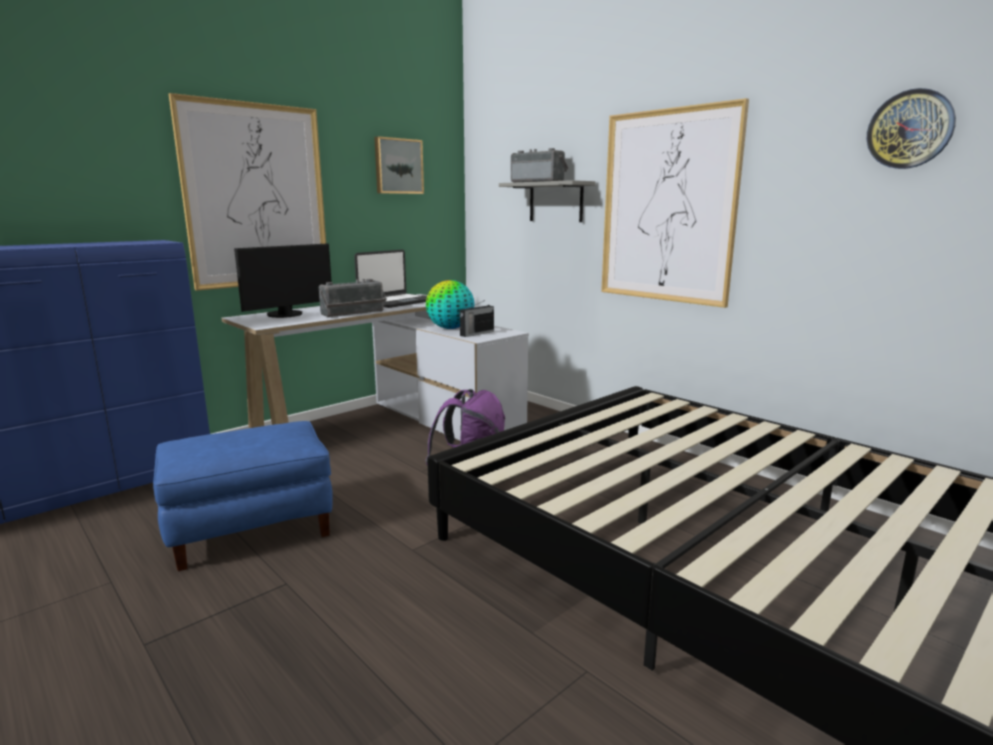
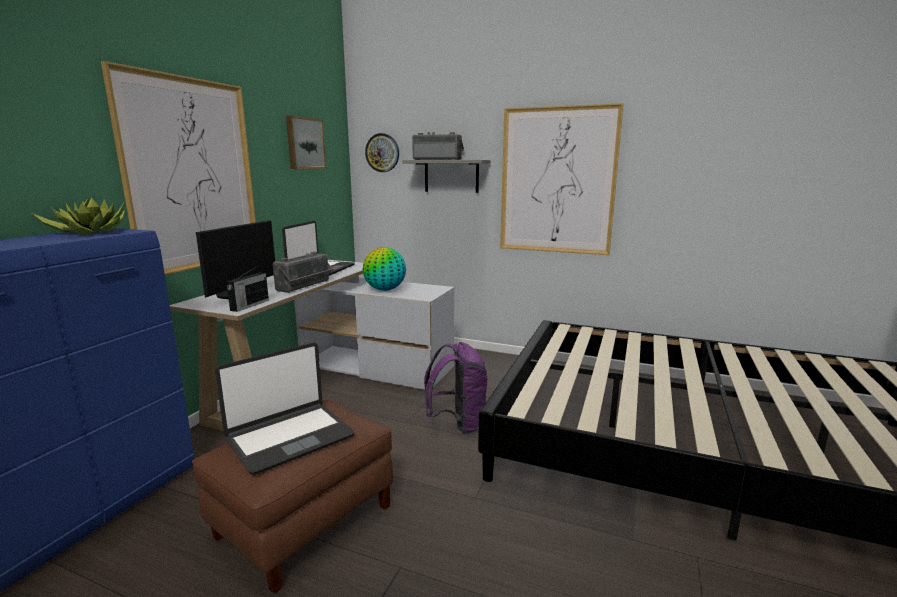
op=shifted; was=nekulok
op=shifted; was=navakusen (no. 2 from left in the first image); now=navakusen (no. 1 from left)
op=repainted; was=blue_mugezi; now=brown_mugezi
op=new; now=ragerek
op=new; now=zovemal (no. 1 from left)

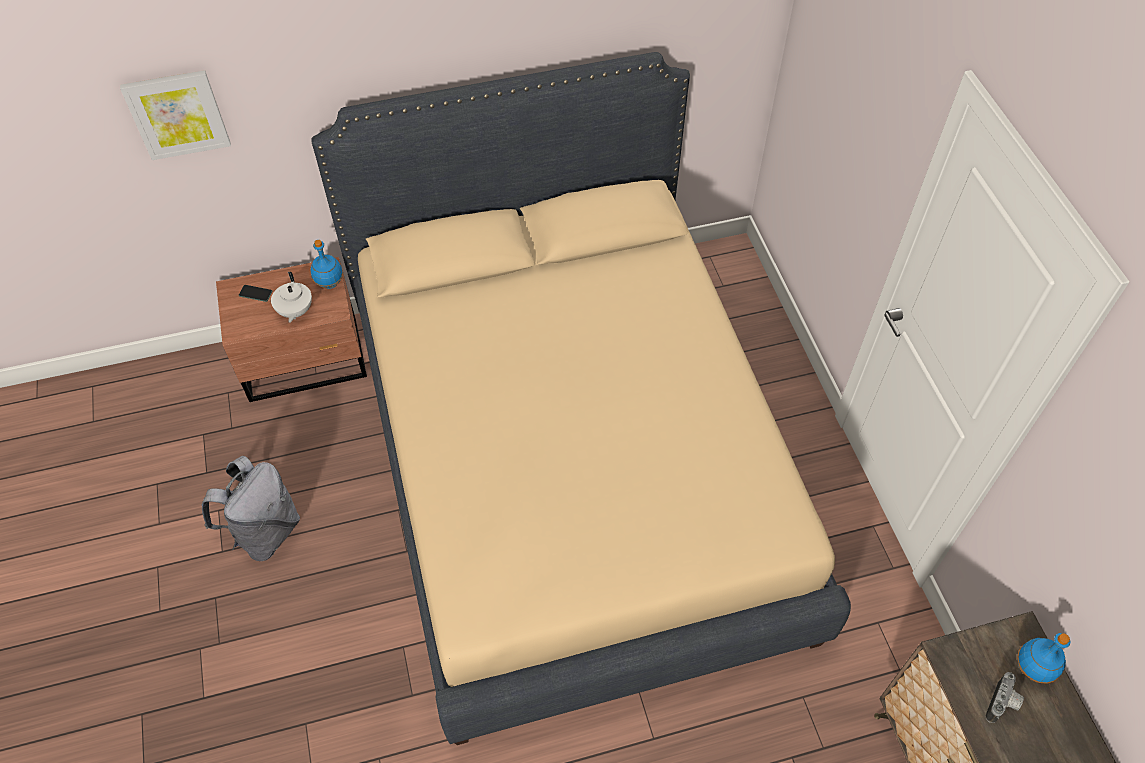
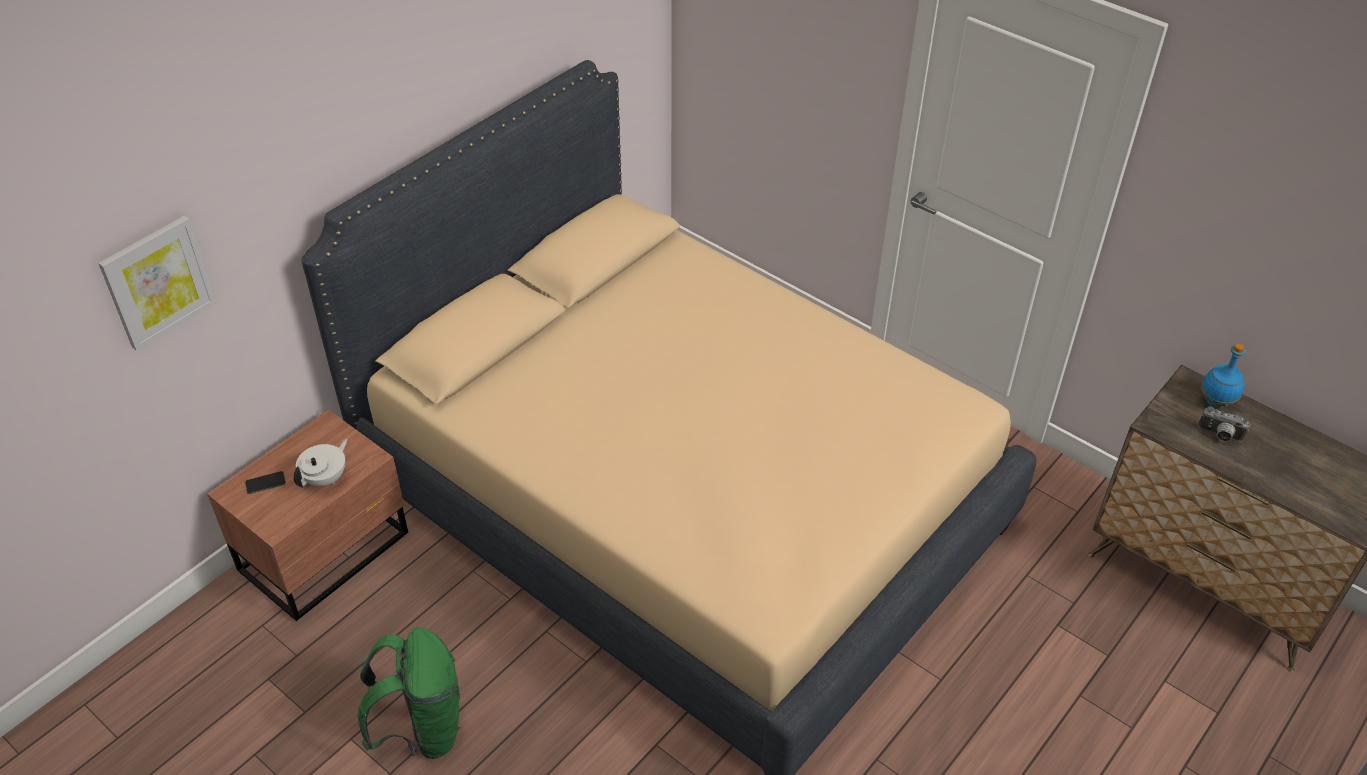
op=gone; was=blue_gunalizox (no. 1 from left)
op=rotated; was=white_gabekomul; clockwise=-105
op=repainted; was=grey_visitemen; now=green_visitemen
op=rotated; was=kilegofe; clockwise=120

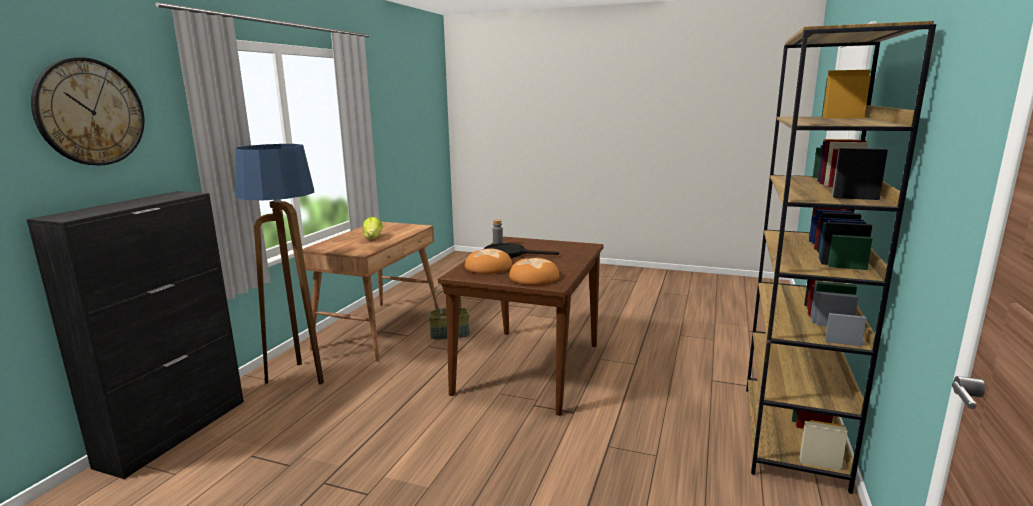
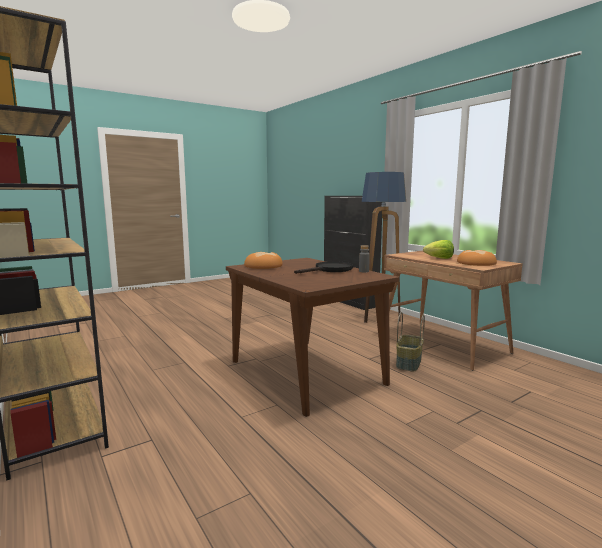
op=gone; was=nekulok
op=shifted; was=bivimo (no. 1 from left in the first image); now=bivimo (no. 2 from left)

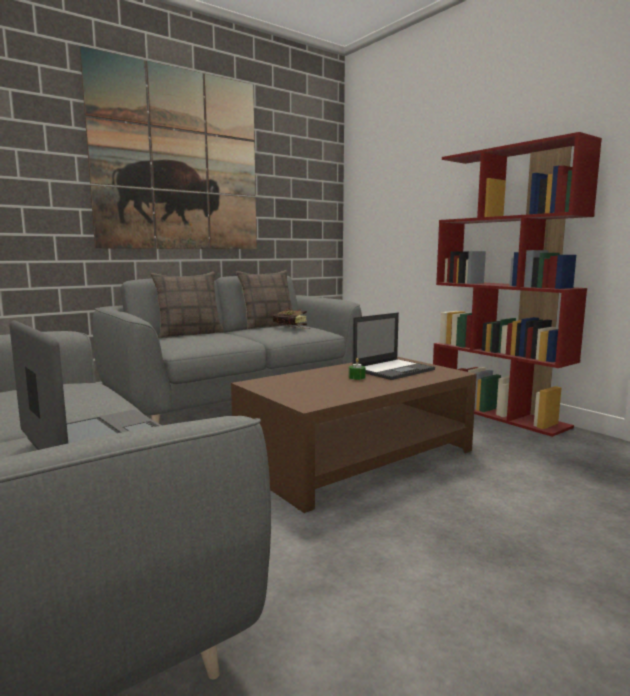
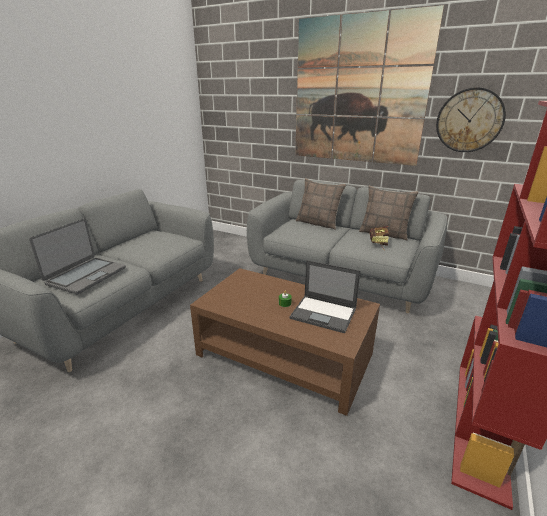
op=new; now=nekulok

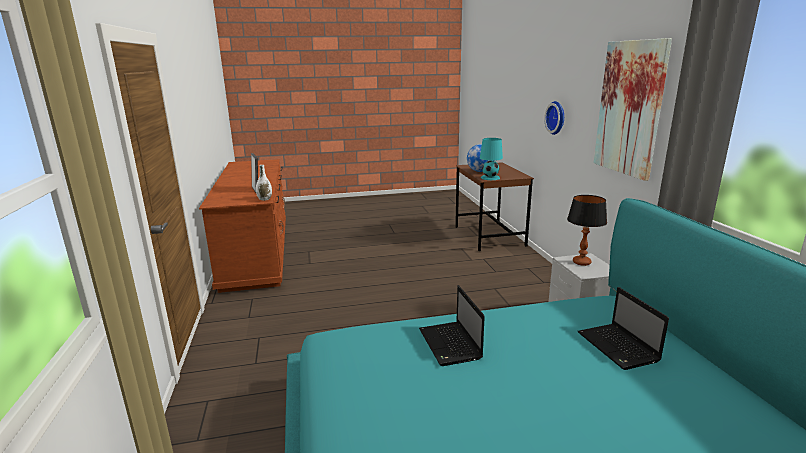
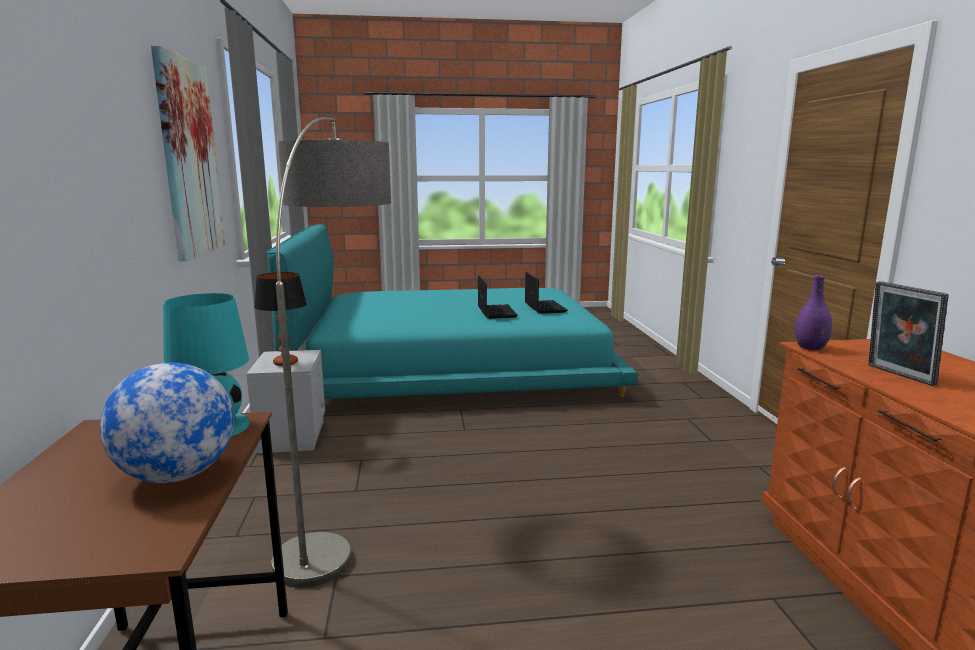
op=gone; was=nekulok
op=repainted; was=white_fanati; now=purple_fanati
op=shifted; was=zovemal (no. 2 from left)
op=new; now=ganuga

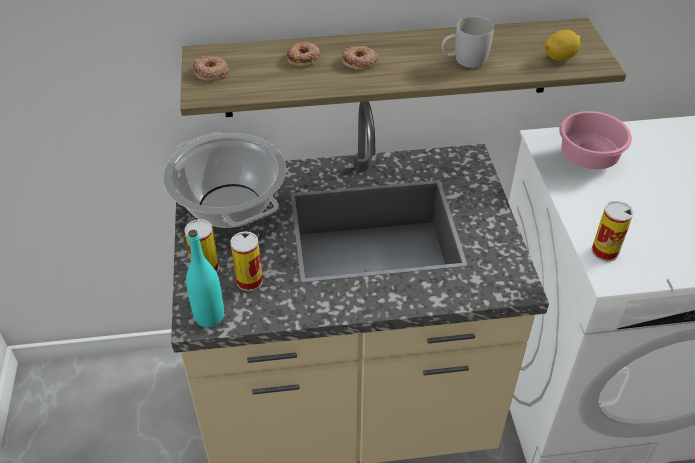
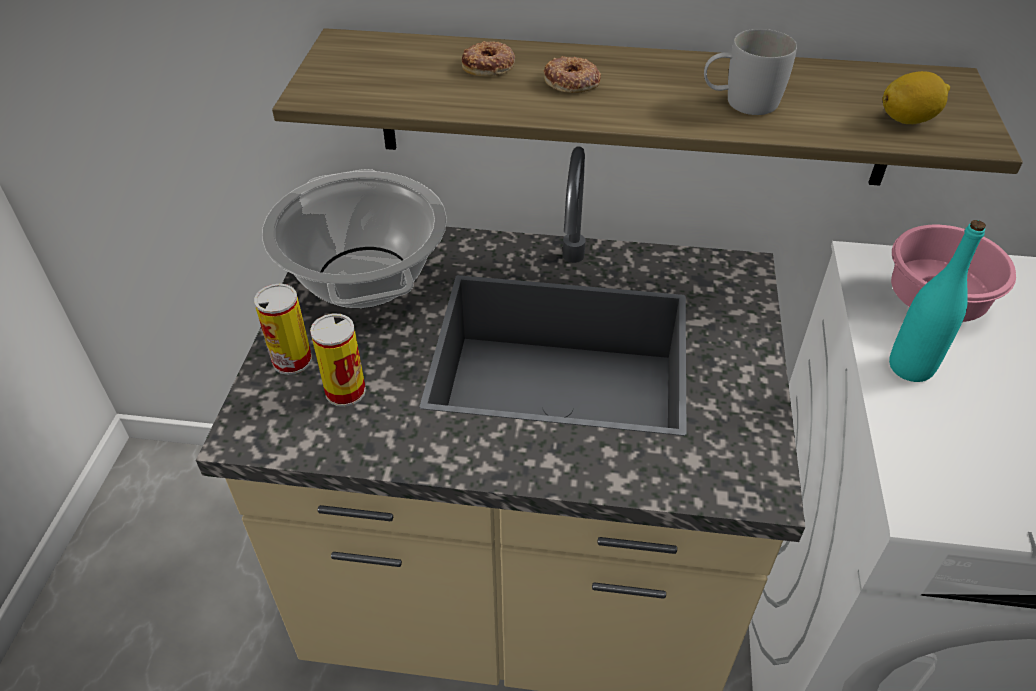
op=gone; was=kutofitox (no. 1 from left)
op=gone; was=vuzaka (no. 3 from left)
op=shifted; was=turquoise_gunalizox

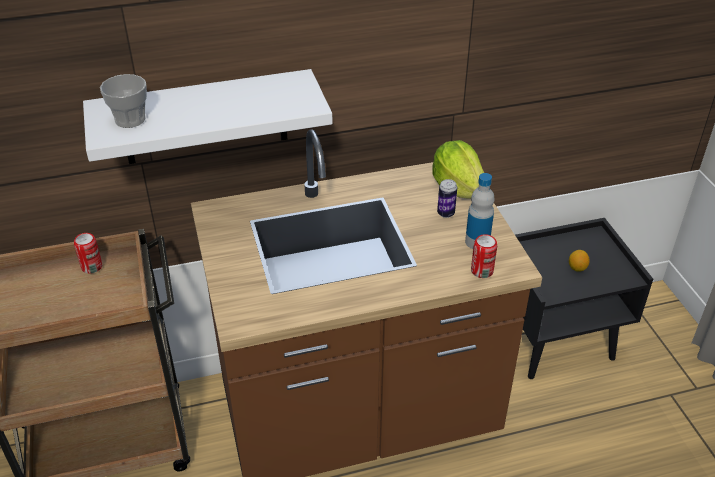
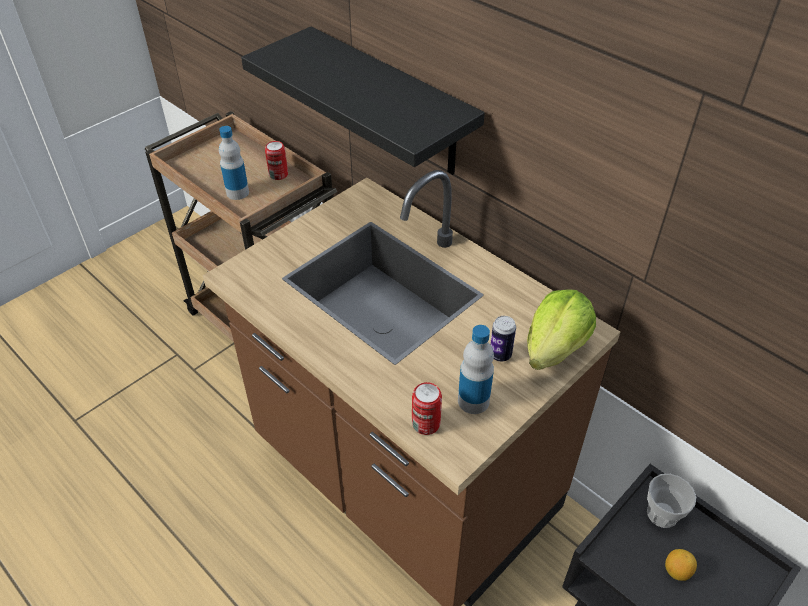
op=repainted; was=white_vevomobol; now=black_vevomobol
op=shifted; was=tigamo
op=new; now=gunalizox (no. 1 from left)

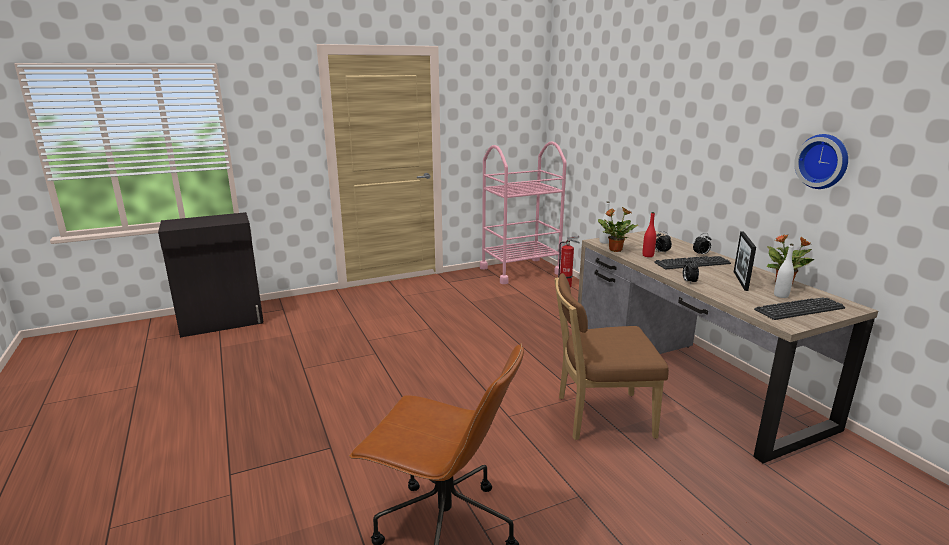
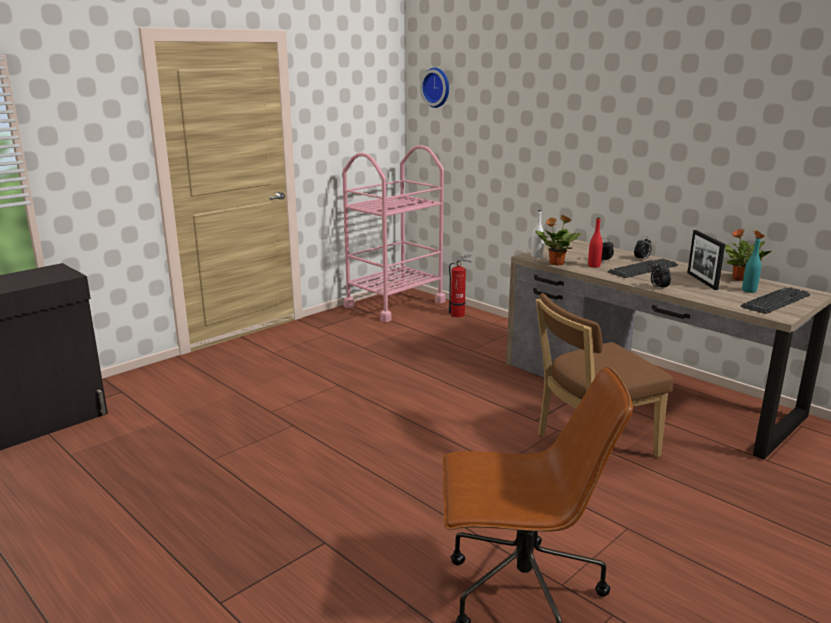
op=shifted; was=nekulok
op=repainted; was=white_gunalizox (no. 2 from left); now=turquoise_gunalizox

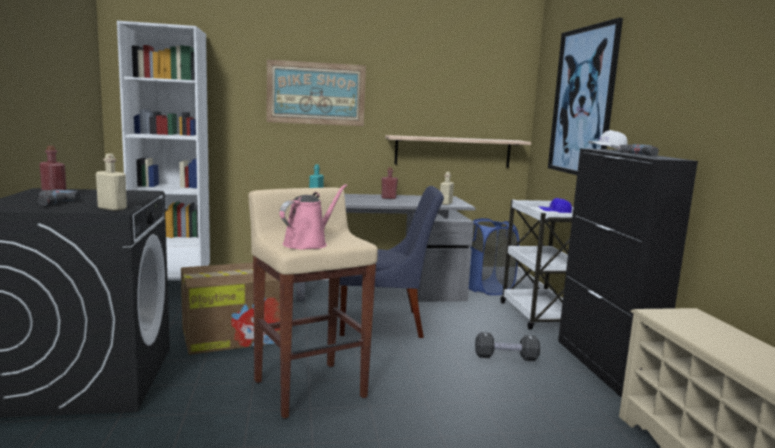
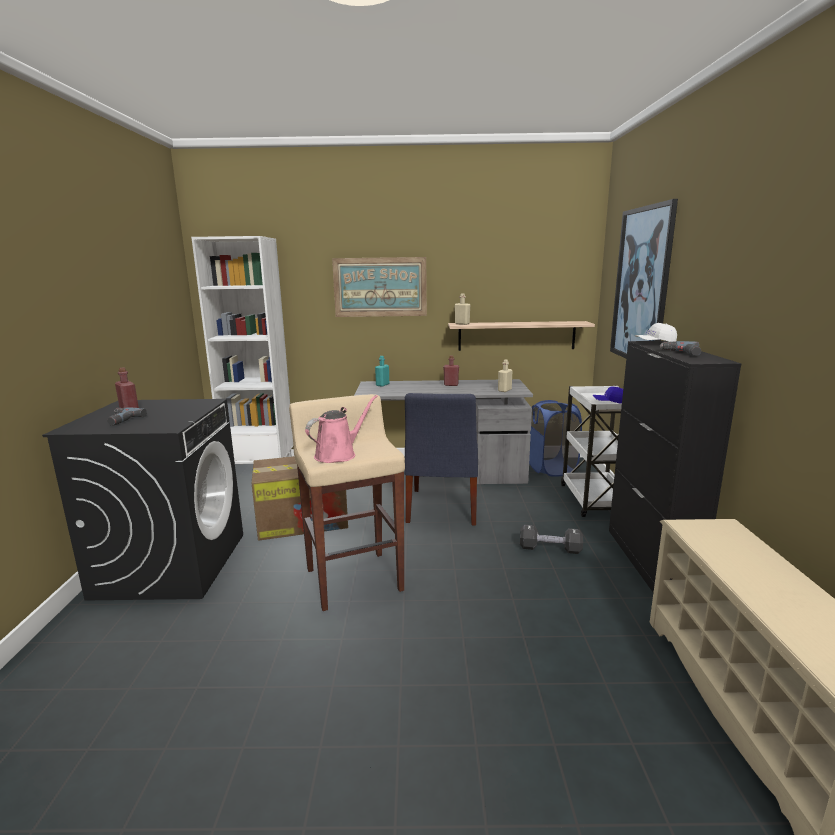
op=shifted; was=beige_gunalizox (no. 1 from left)
op=rotated; was=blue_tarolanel; clockwise=90

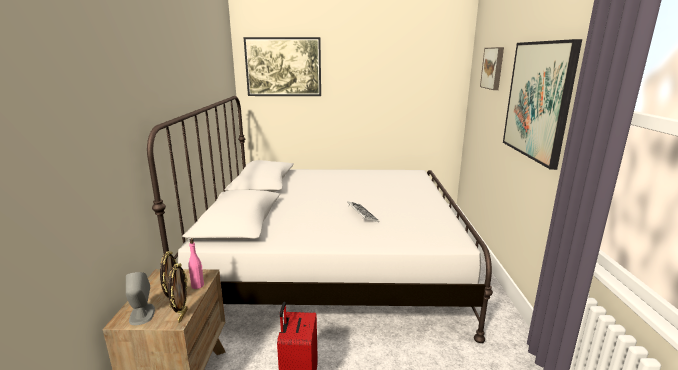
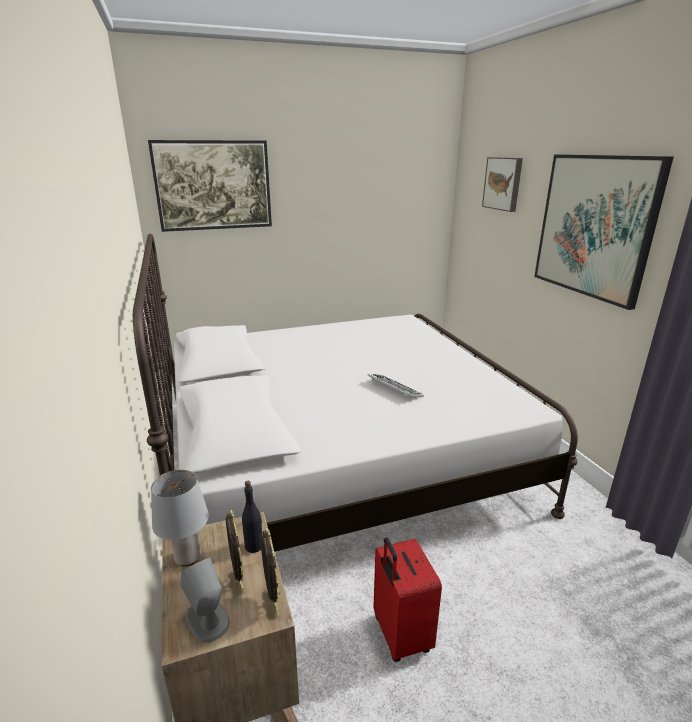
op=repainted; was=pink_gunalizox; now=black_gunalizox
op=new; now=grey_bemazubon

